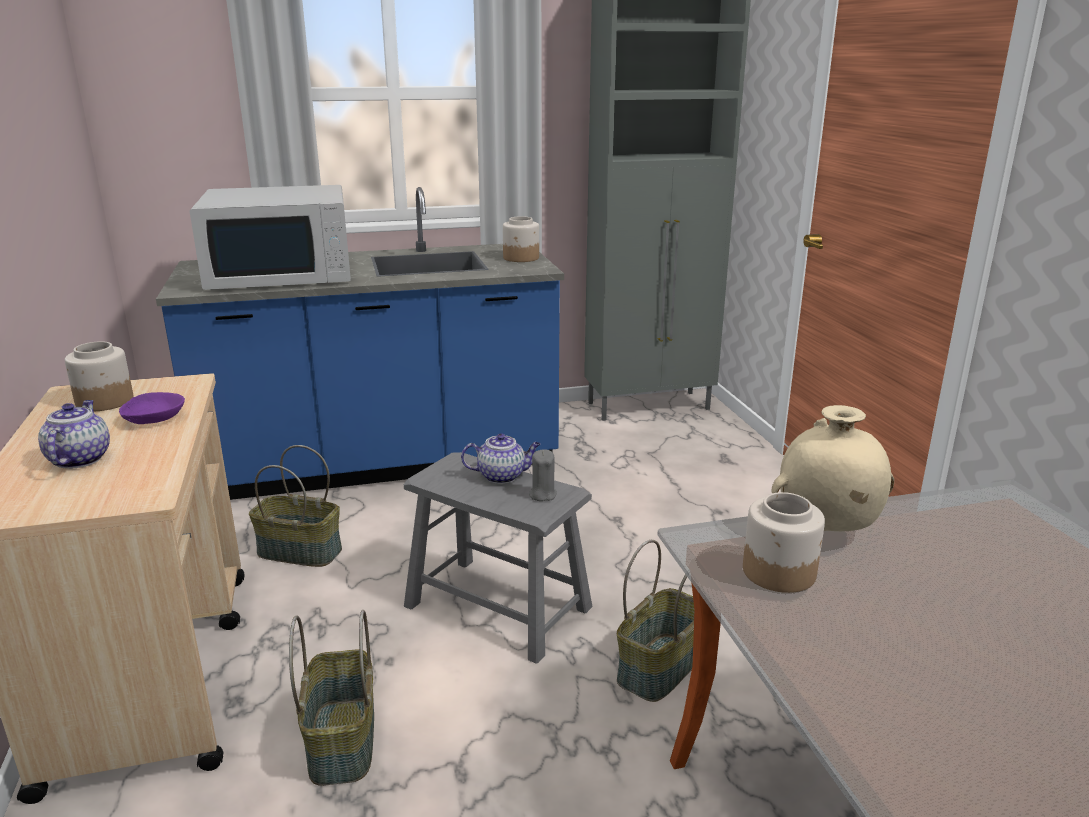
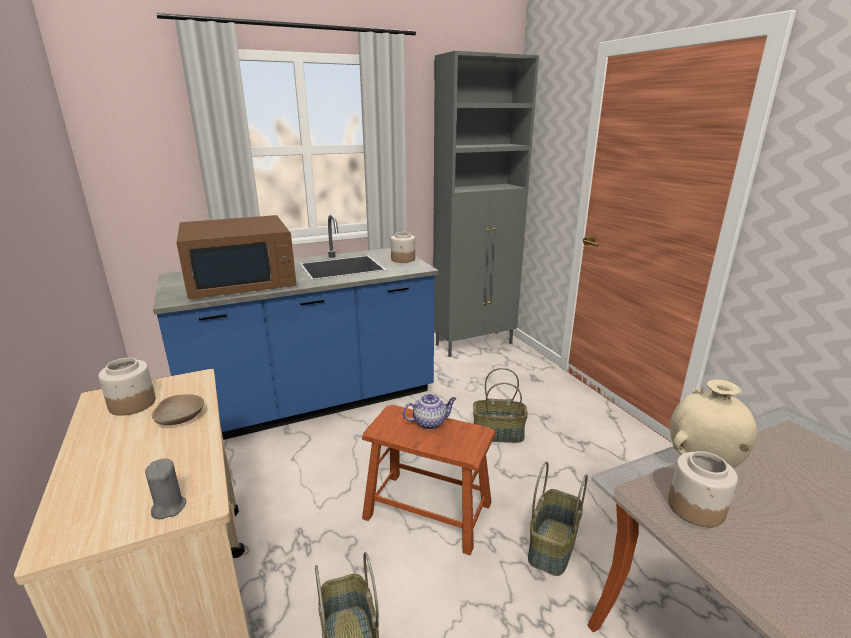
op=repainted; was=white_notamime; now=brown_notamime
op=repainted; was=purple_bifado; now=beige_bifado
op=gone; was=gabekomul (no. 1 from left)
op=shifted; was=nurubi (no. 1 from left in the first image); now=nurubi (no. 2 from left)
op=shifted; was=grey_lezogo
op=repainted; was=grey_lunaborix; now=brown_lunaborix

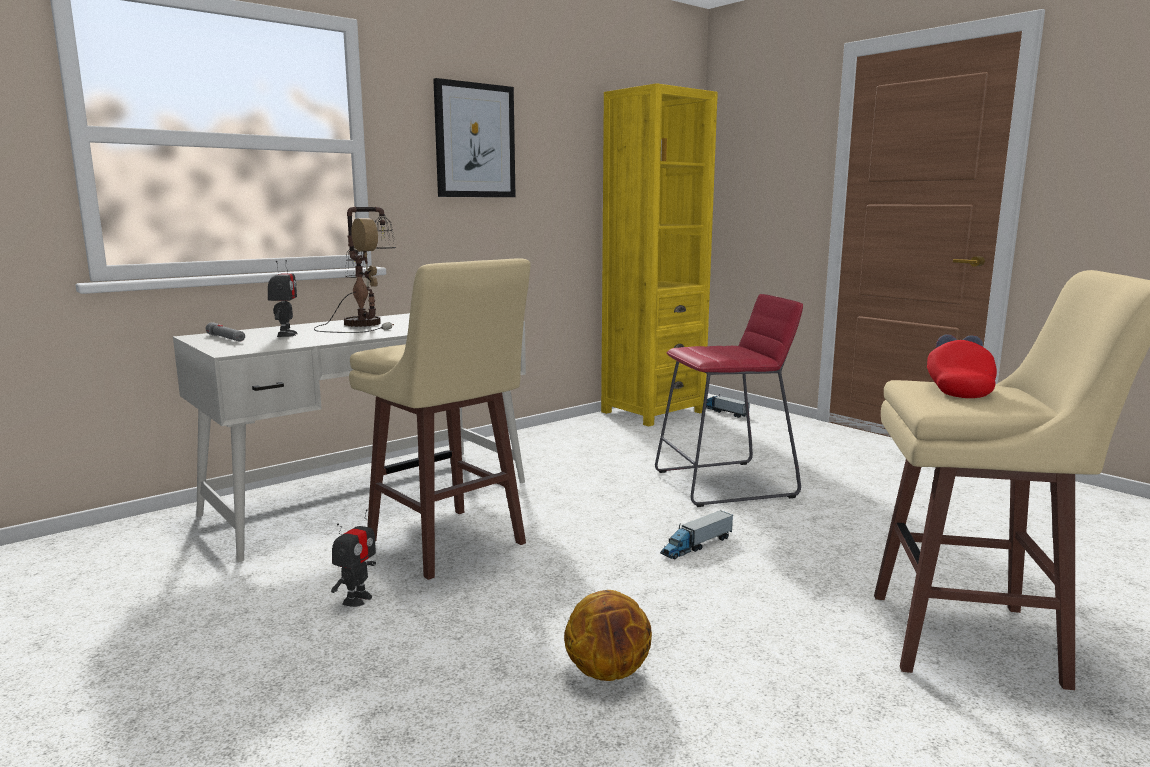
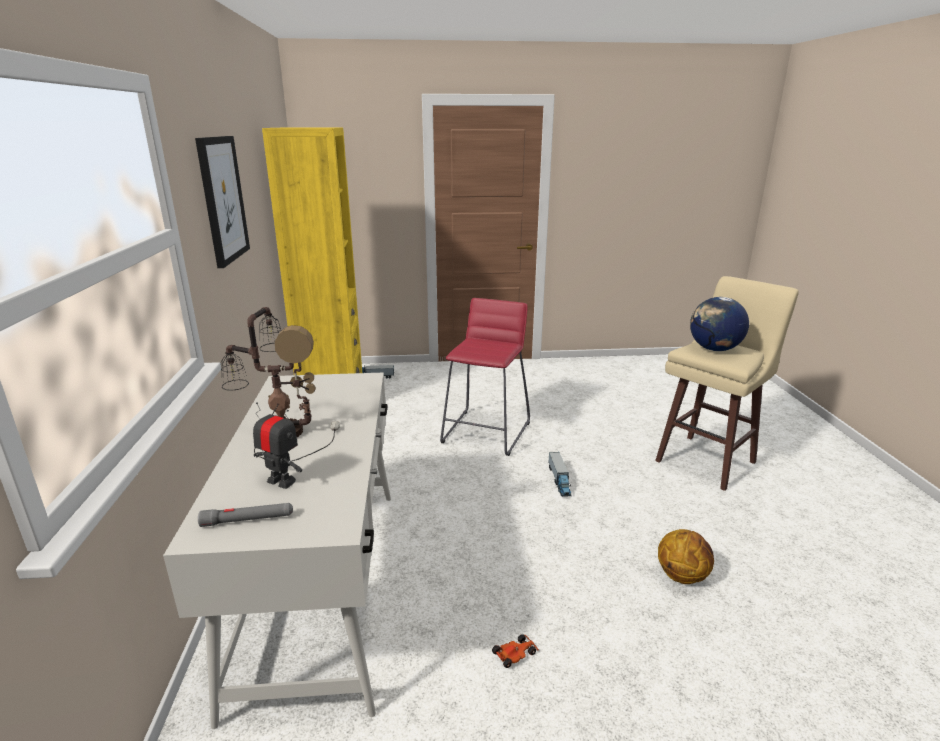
op=gone; was=beige_lunaborix (no. 1 from left)
op=swapped; was=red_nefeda; now=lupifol
op=swapped; was=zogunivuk (no. 2 from left); now=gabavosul

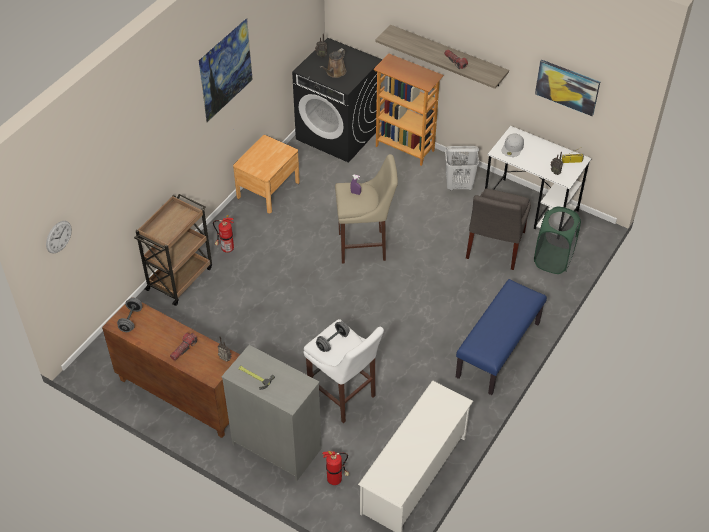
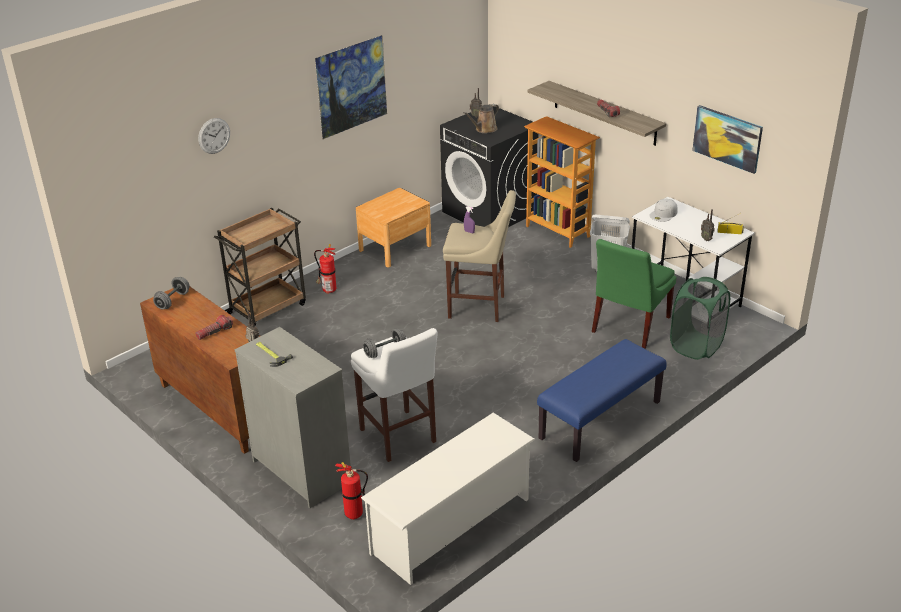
op=repainted; was=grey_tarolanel; now=green_tarolanel
op=shifted; was=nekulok

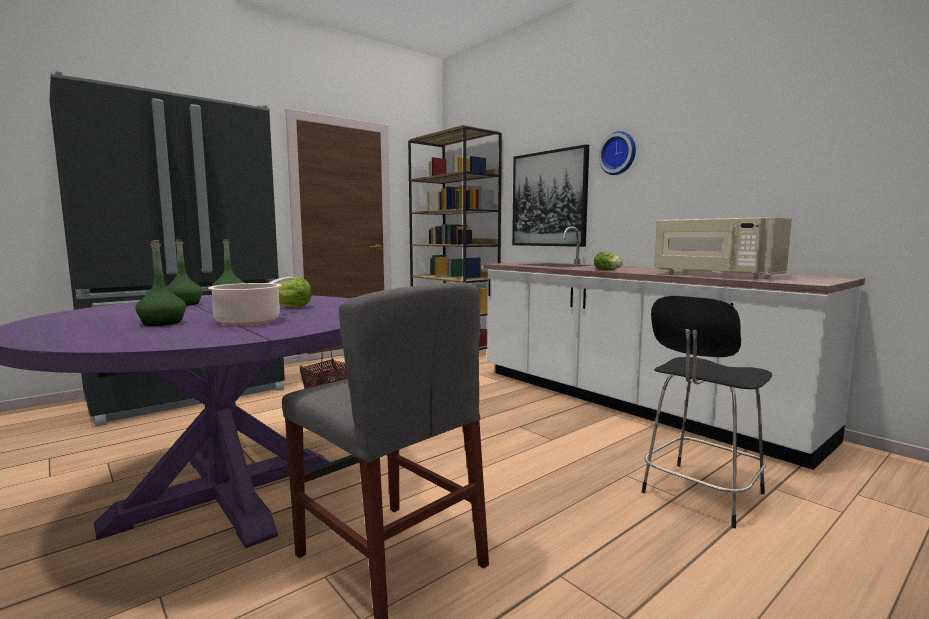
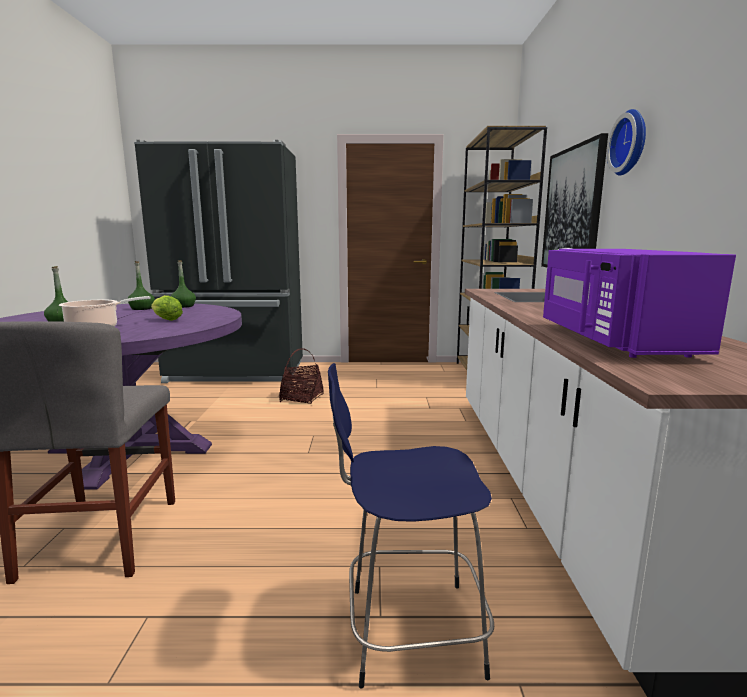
op=repainted; was=beige_notamime; now=purple_notamime
op=gone; was=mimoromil (no. 2 from left)
op=repainted; was=black_lunaborix; now=blue_lunaborix

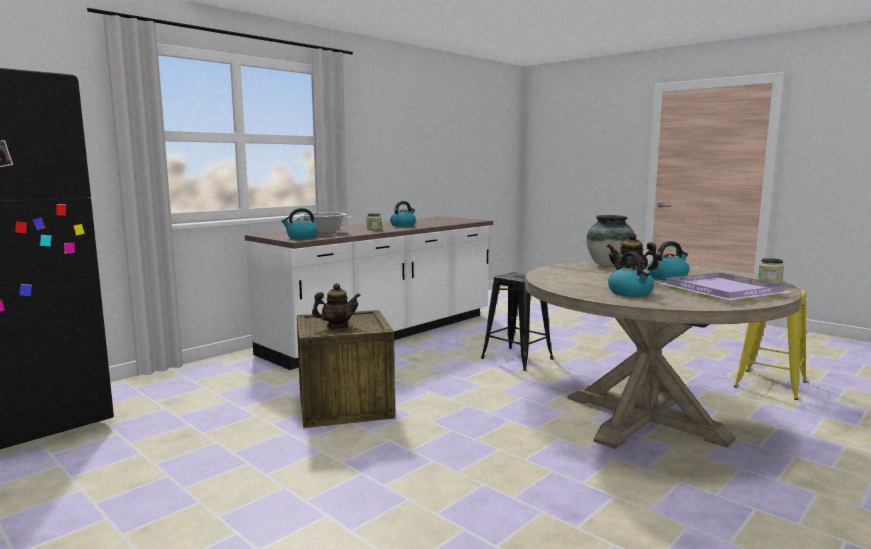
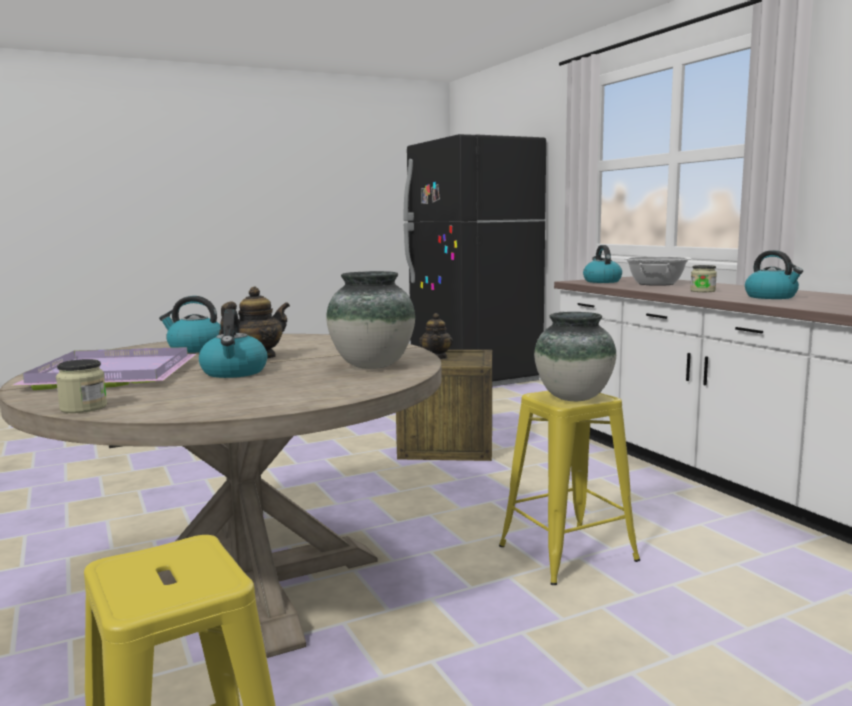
op=repainted; was=black_lunaborix; now=yellow_lunaborix (no. 2 from left)
op=new; now=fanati (no. 2 from left)

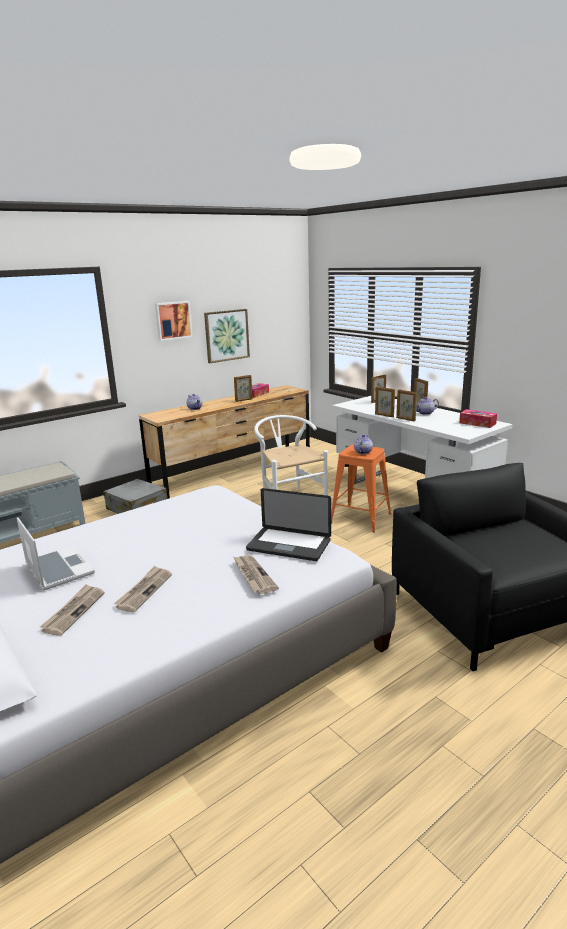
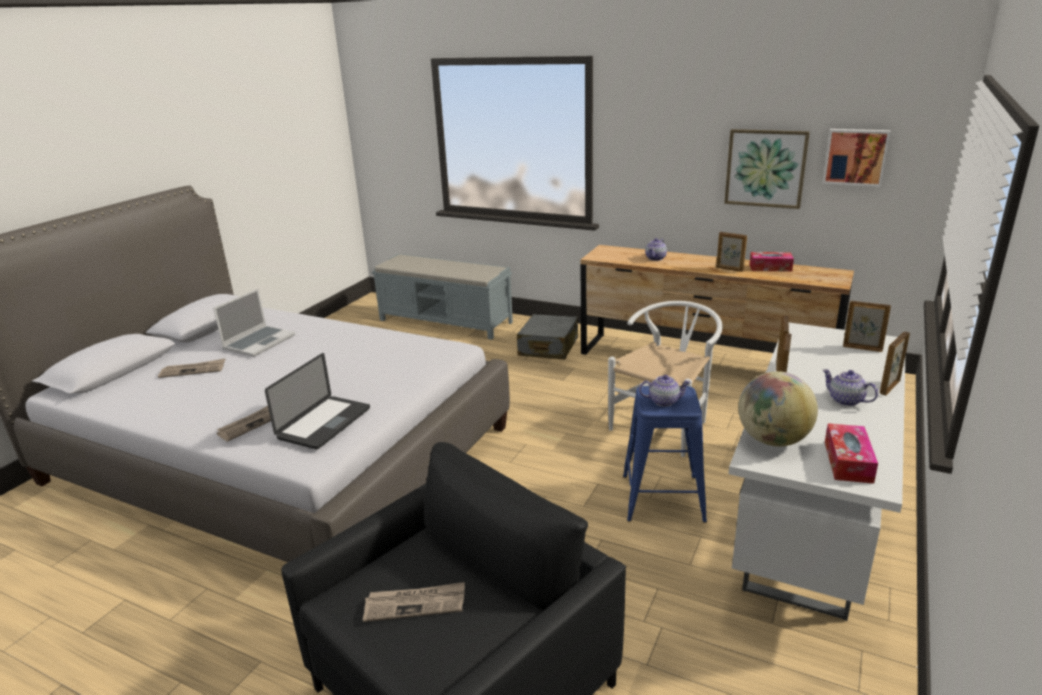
op=shifted; was=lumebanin (no. 1 from left in the first image); now=lumebanin (no. 2 from left)
op=repainted; was=orange_lunaborix; now=blue_lunaborix
op=rotated; was=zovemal (no. 2 from left); clockwise=-150
op=shifted; was=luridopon (no. 2 from left in the first image); now=luridopon (no. 3 from left)
op=new; now=lupifol

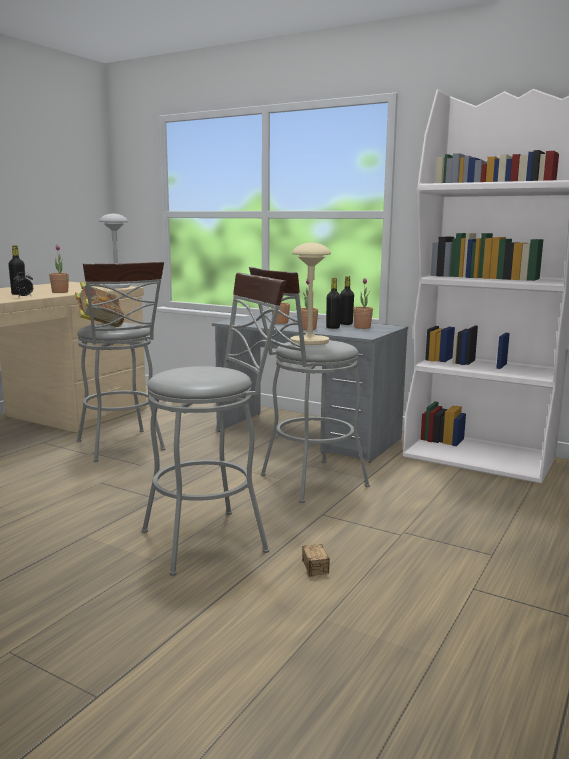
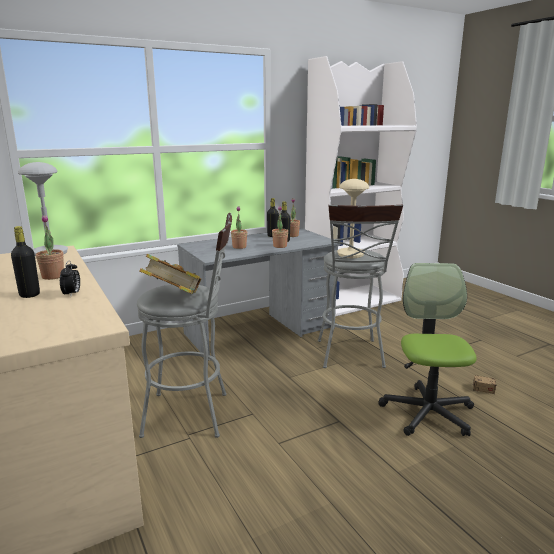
op=swapped; was=grey_lunaborix (no. 2 from left); now=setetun

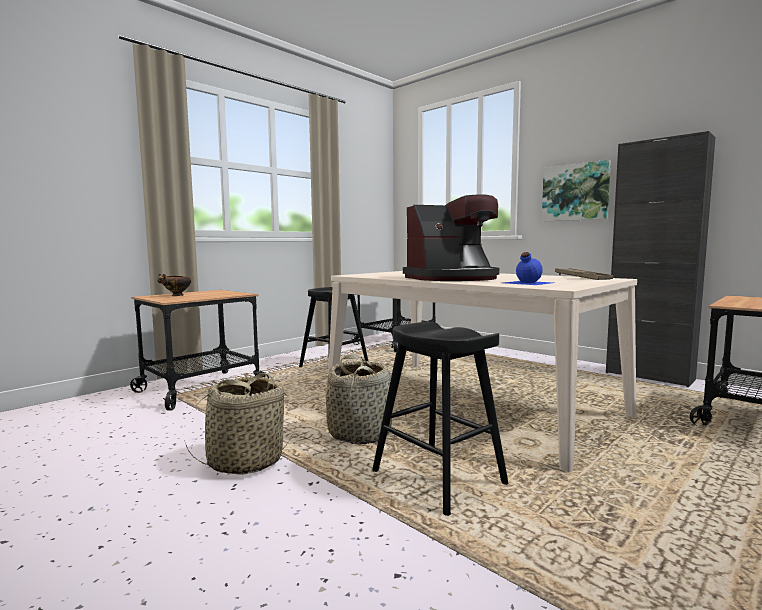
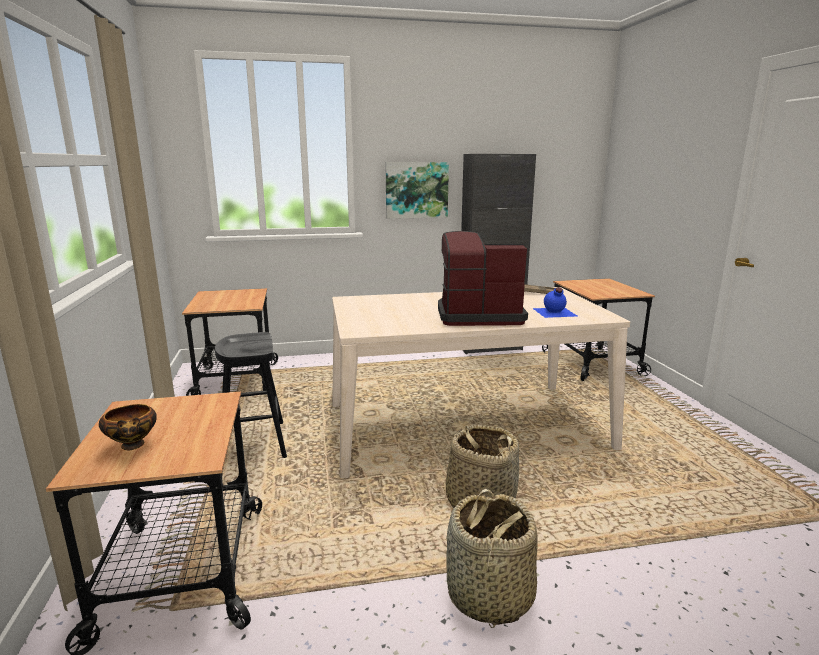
op=rotated; was=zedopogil; clockwise=-105
op=gone; was=black_lunaborix (no. 2 from left)

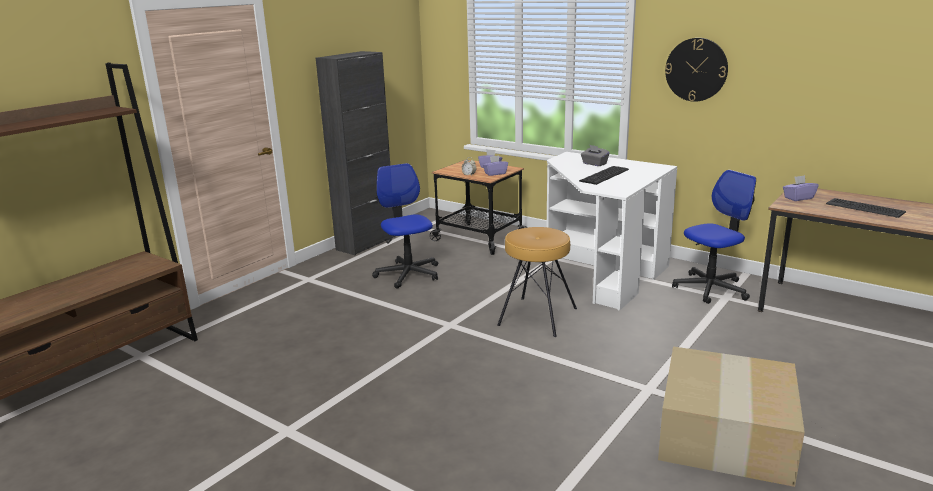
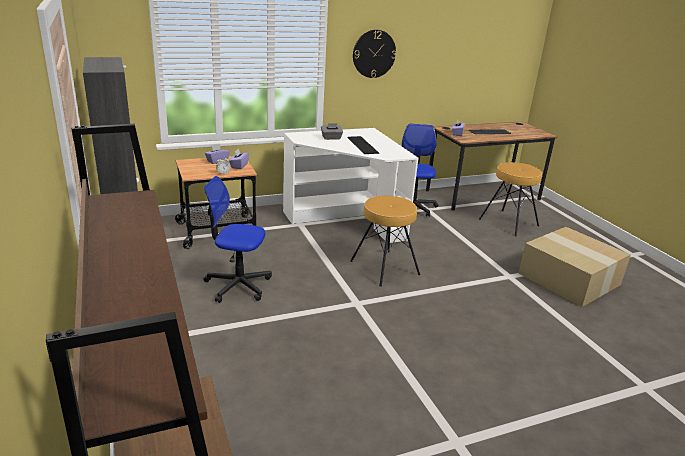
op=new; now=brown_lunaborix (no. 2 from left)

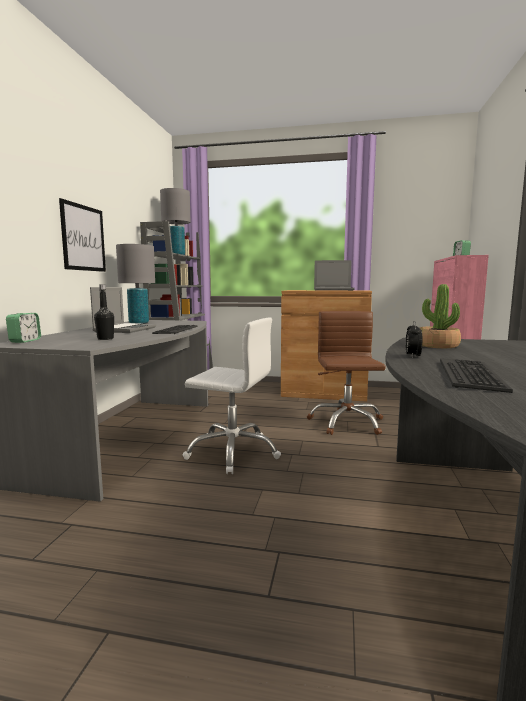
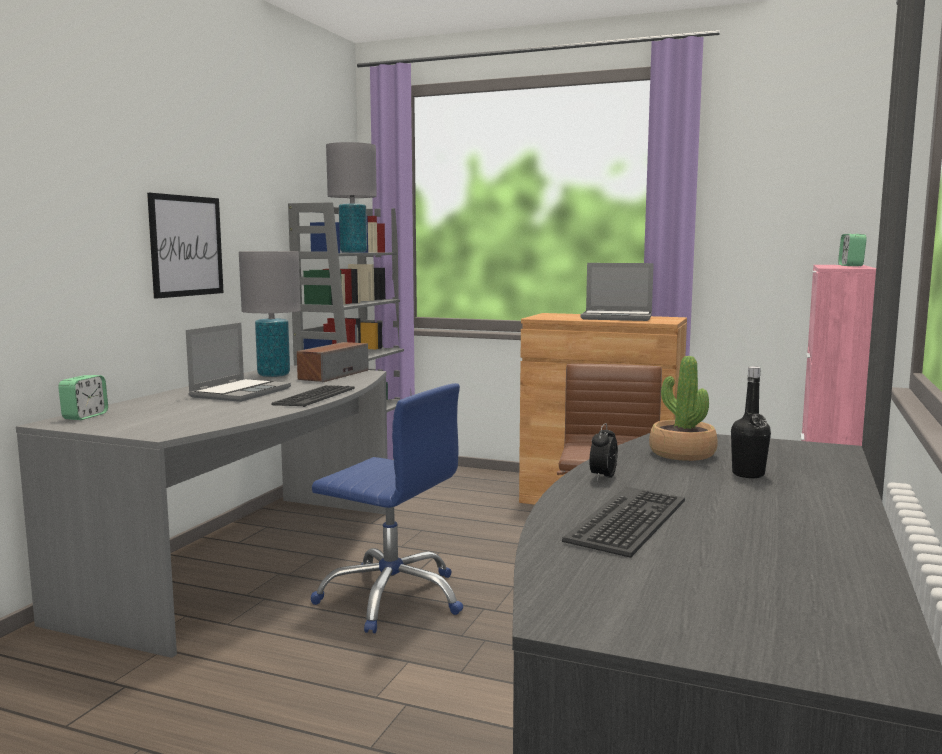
op=shifted; was=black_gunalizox
op=repainted; was=white_setetun; now=blue_setetun
op=new; now=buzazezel

